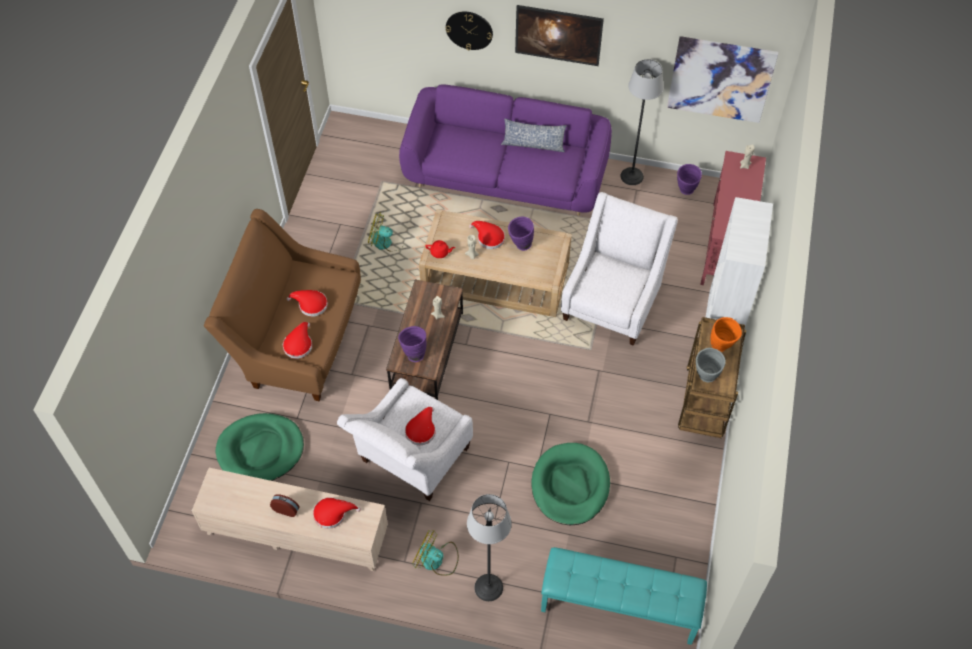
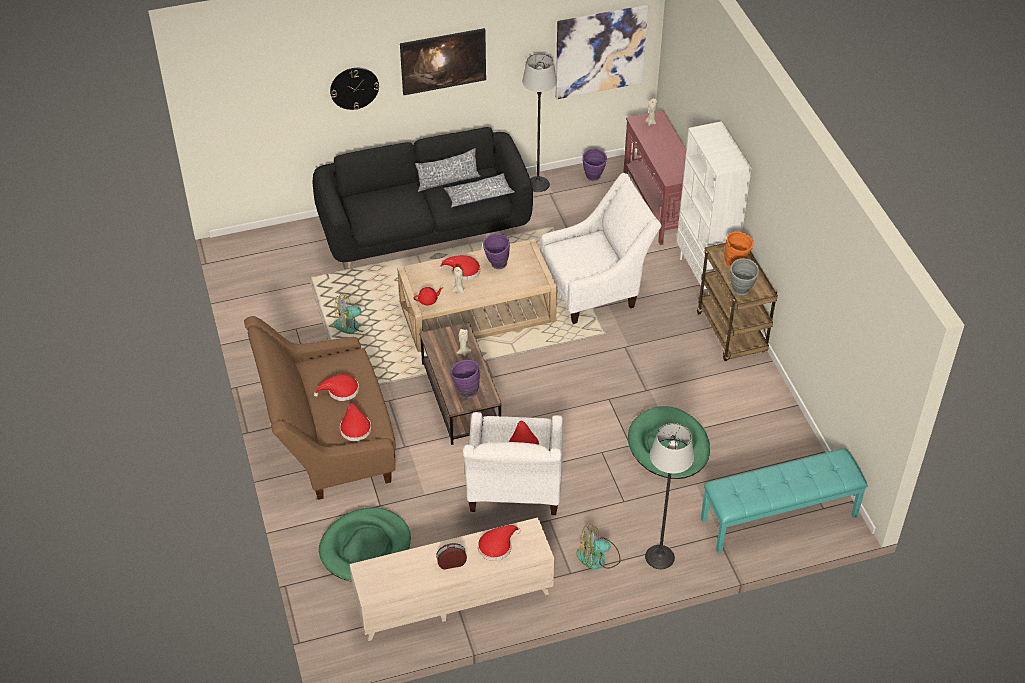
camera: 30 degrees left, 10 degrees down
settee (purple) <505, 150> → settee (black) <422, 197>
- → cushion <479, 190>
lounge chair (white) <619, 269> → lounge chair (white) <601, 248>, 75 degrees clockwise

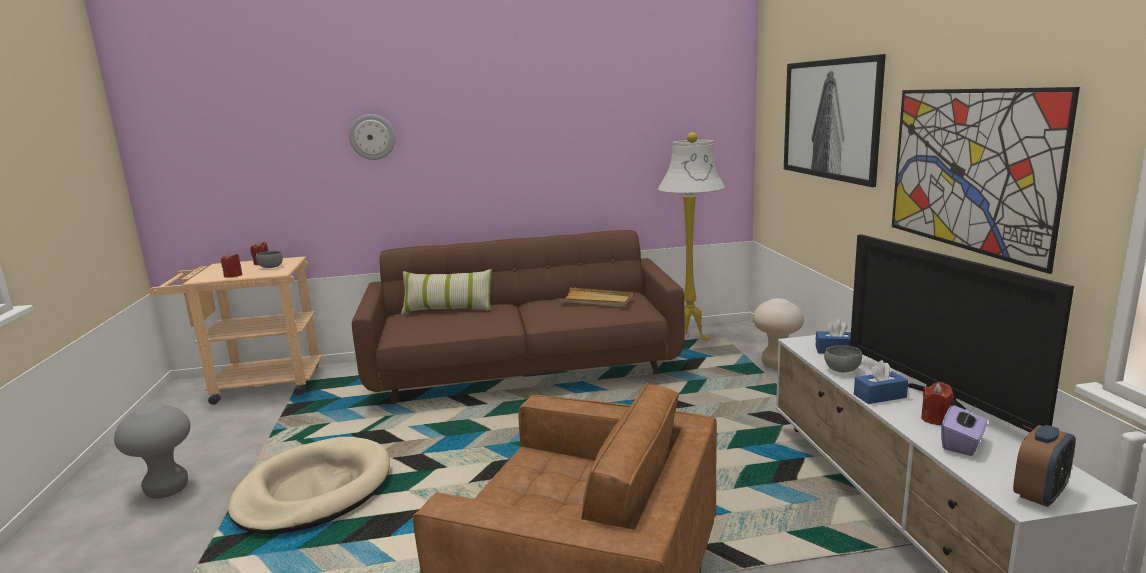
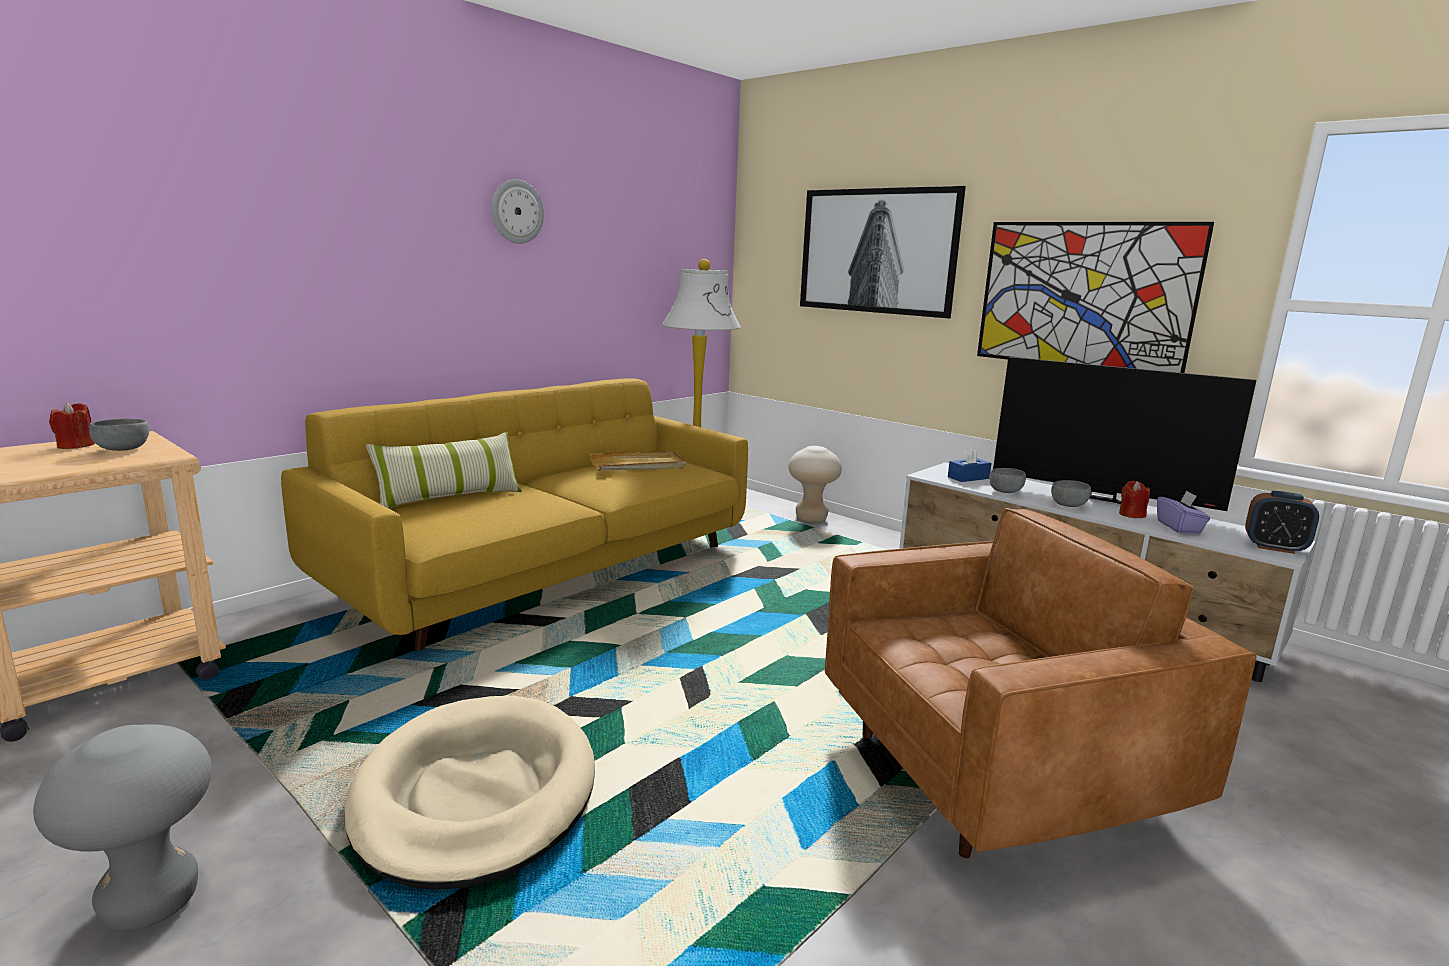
camera: 40 degrees left, 0 degrees up
settee (brown-coloured) <518, 317> → settee (yellow) <514, 514>
wall clock <372, 137> → wall clock <517, 211>, relocated
tissue holder (blue) <881, 382> → bowl (grey) <1071, 493>
bedside clock <1044, 466> → bedside clock <1282, 522>, 105 degrees clockwise
candle (red-coloured) <231, 265> → -

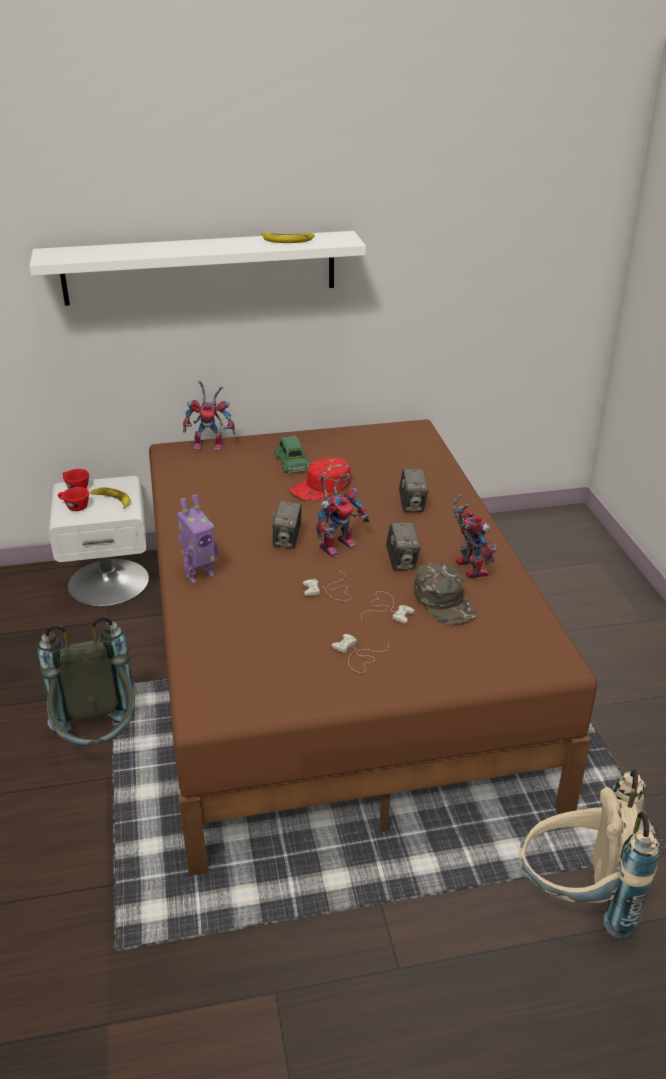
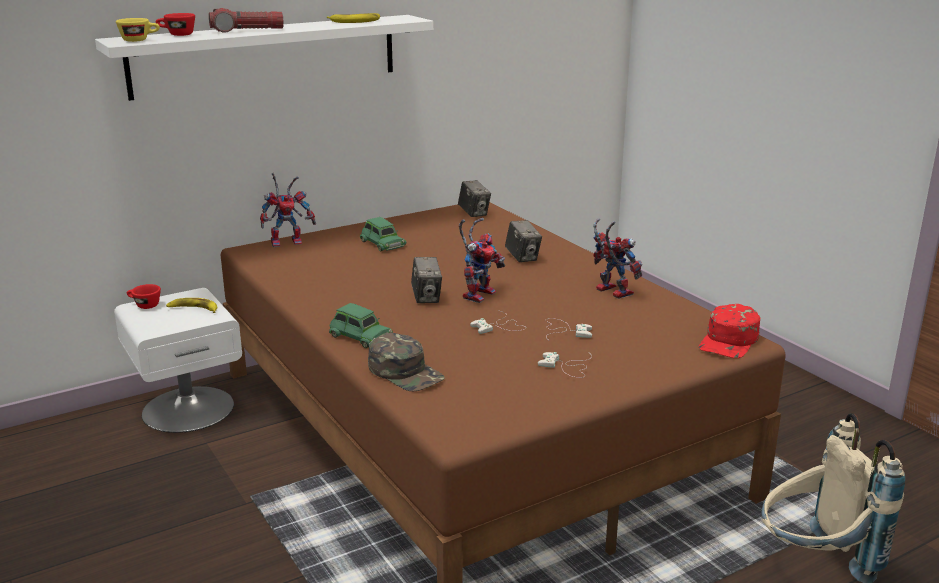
camera: 20 degrees left, 10 degrees down
- → small cup (yellow) <138, 30>
small cup (red-coloured) <73, 499> → small cup (red-coloured) <175, 24>, relocated
- → torch <246, 20>
robot figure <197, 539> → toy car (green) <361, 325>
cap (green) <445, 593> → cap (green) <406, 362>, relocated
still camera <403, 546> → still camera <474, 198>, relocated
cap (red-coloured) <320, 479> → cap (red-coloured) <729, 331>, relocated
rucksack (grey) <86, 681> → -

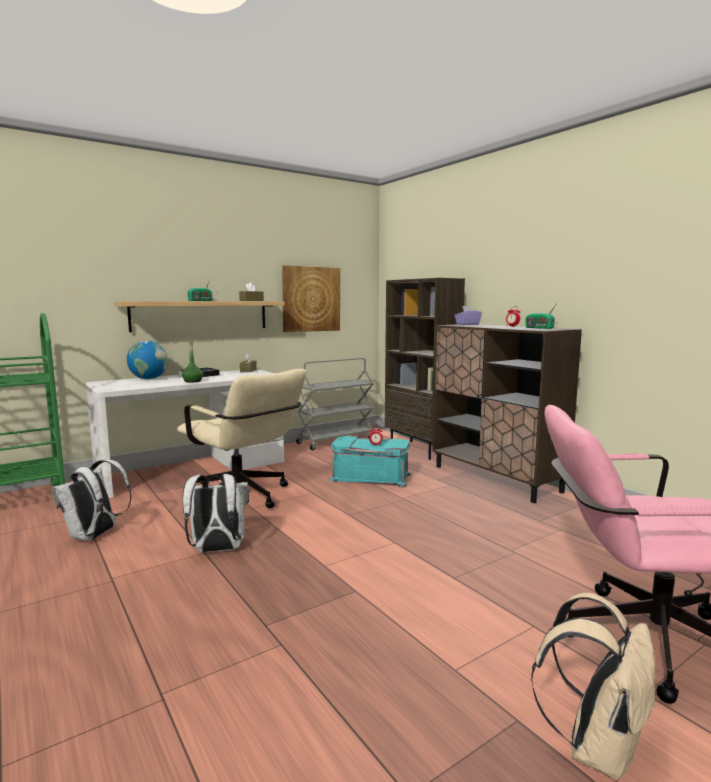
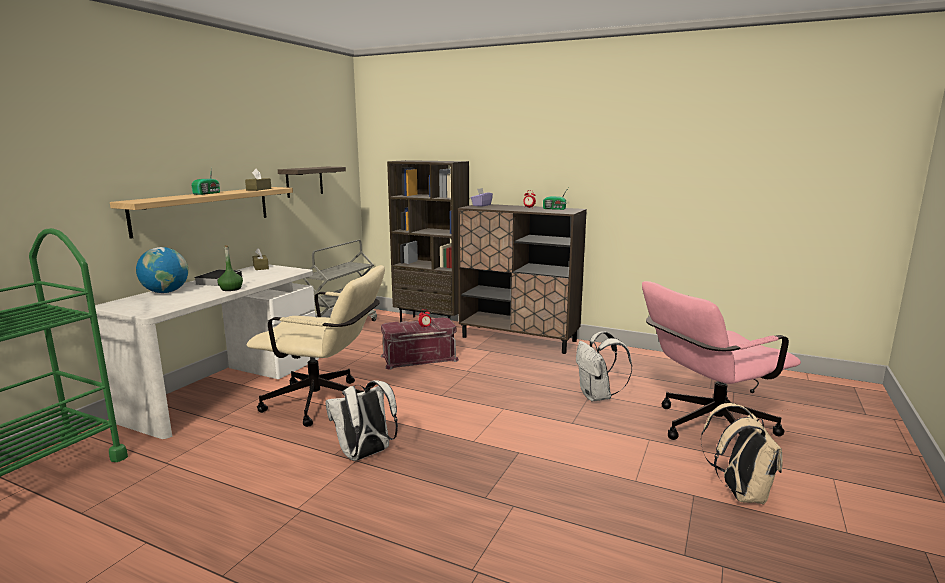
camera: 30 degrees left, 5 degrees up
picture <311, 298> → bracket shelf <312, 182>
storage container (turquoise-coloured) <370, 462> → storage container (red-coloured) <420, 343>
rucksack (white) <92, 500> → rucksack (white) <604, 366>, relocated

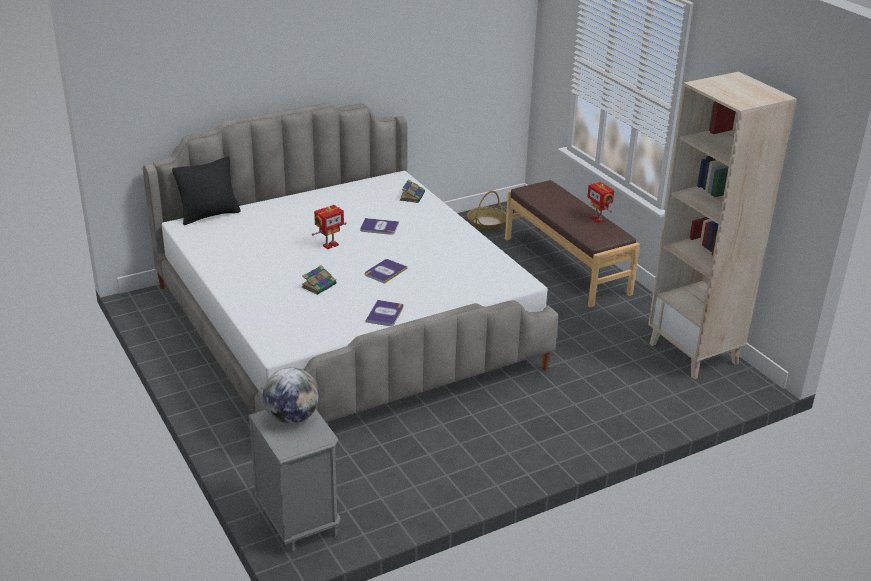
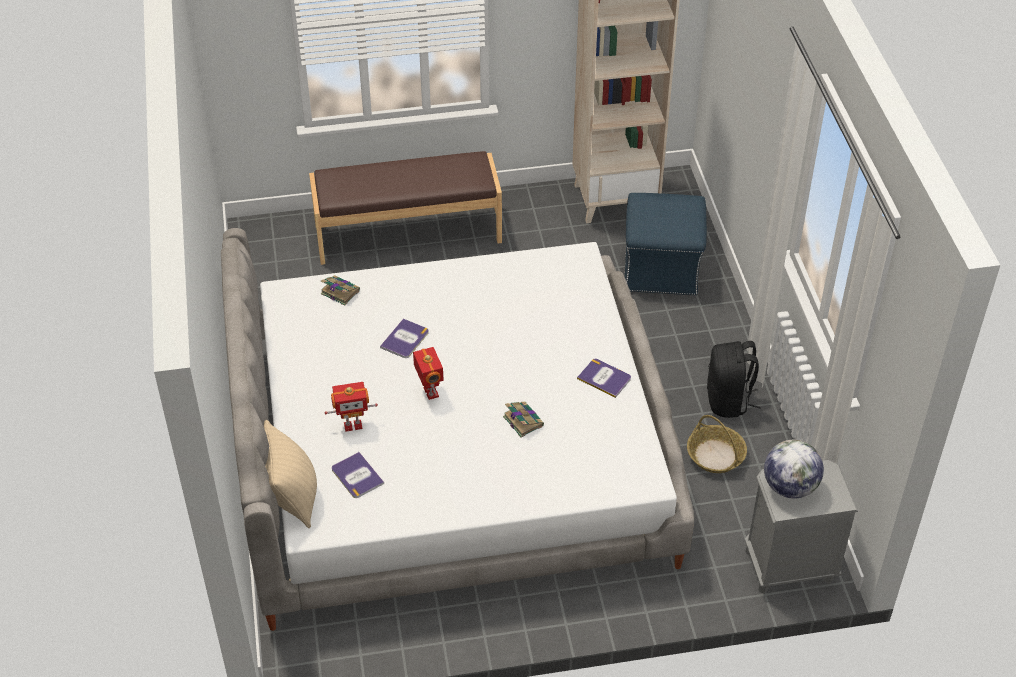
camera: 70 degrees left, 15 degrees up
cushion (black) <206, 190> → cushion (beige) <290, 474>
robot figure <600, 202> → robot figure <351, 407>, relocated
volume <386, 271> → volume <358, 475>, relocated
- → pouffe (blue) <665, 244>
basket <486, 211> → basket <717, 444>, relocated
- → rucksack (black) <734, 379>

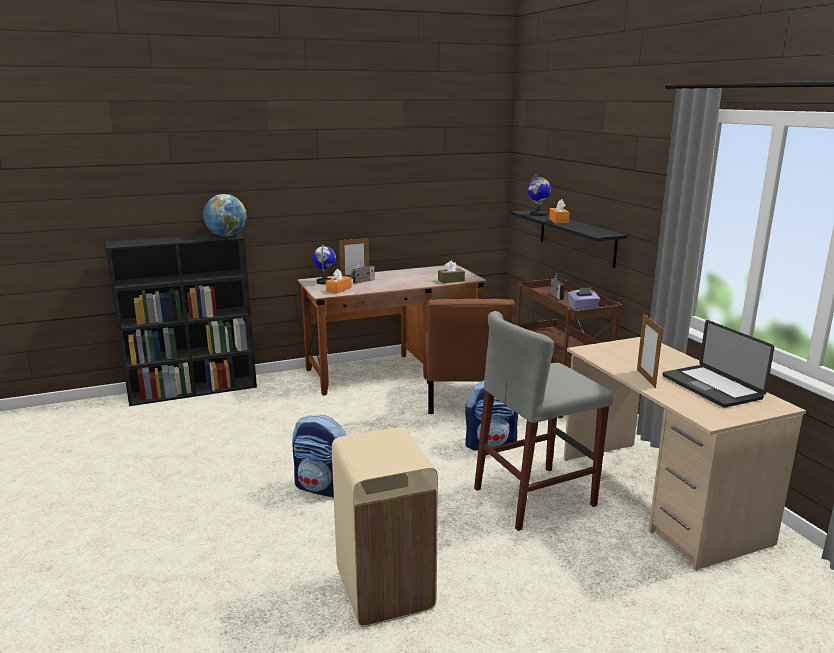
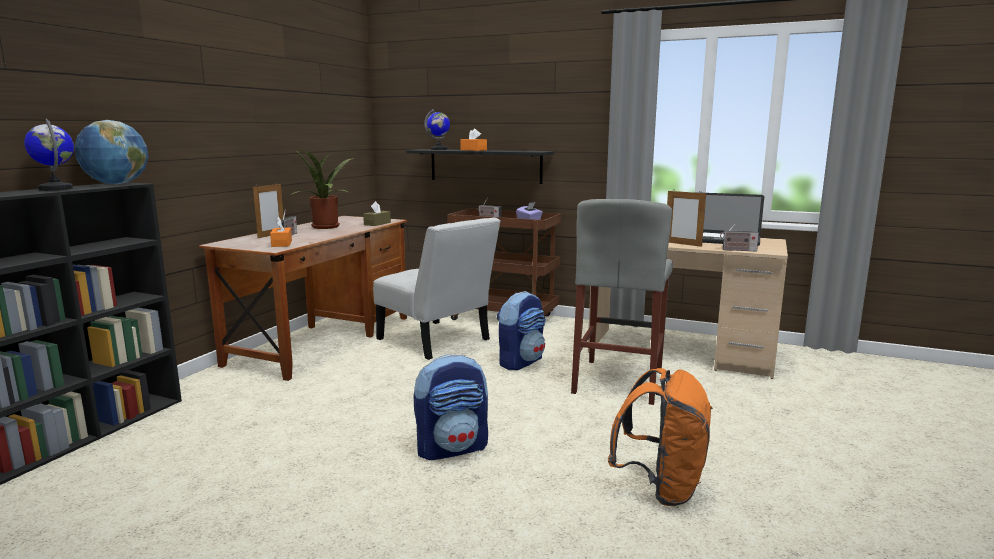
camera: 45 degrees left, 5 degrees down
world globe <324, 264> → world globe <49, 155>, relocated
- → houseplant <323, 189>
chair (brown-coloured) <470, 356> → chair (white) <436, 288>
waste bin (beige) <385, 527> → rucksack (orange) <660, 437>
- → radio receiver <739, 236>

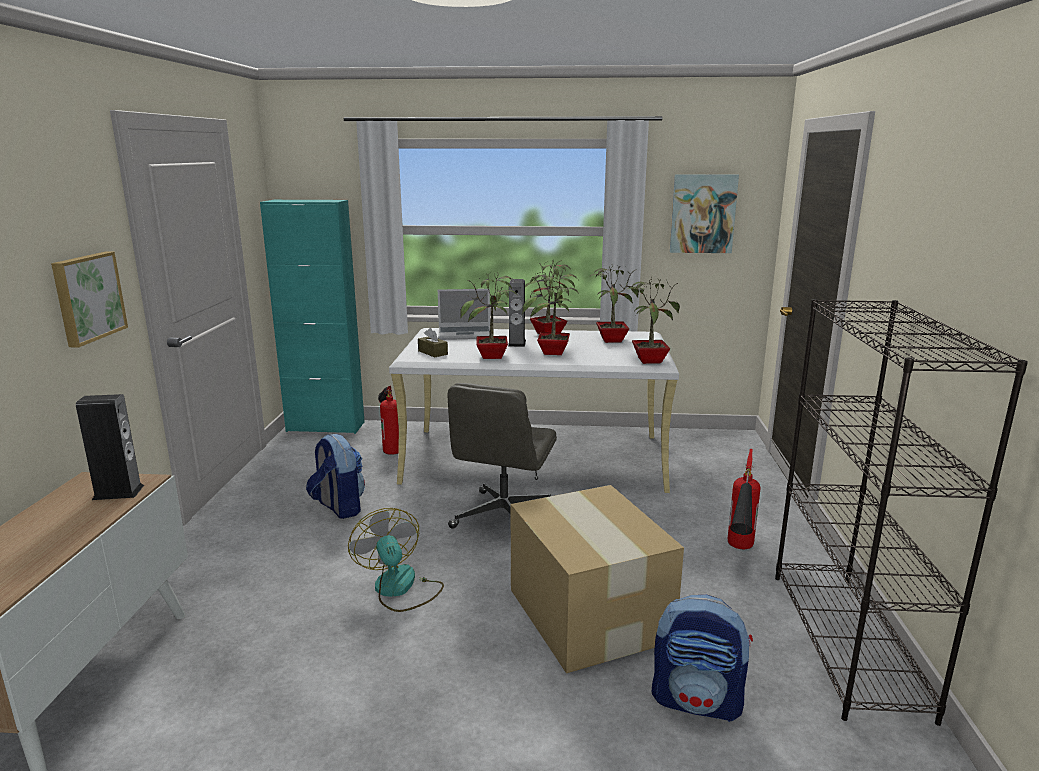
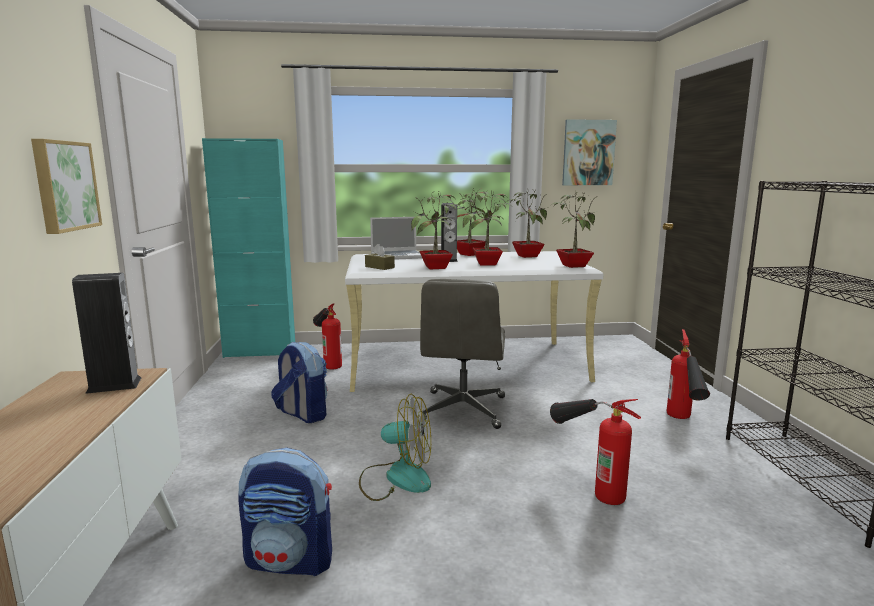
camera: 10 degrees left, 5 degrees down
rucksack <702, 658> → rucksack <285, 512>, relocated
fan <396, 560> → fan <395, 447>, 135 degrees clockwise
cardboard box <597, 579> → fire extinguisher <595, 452>

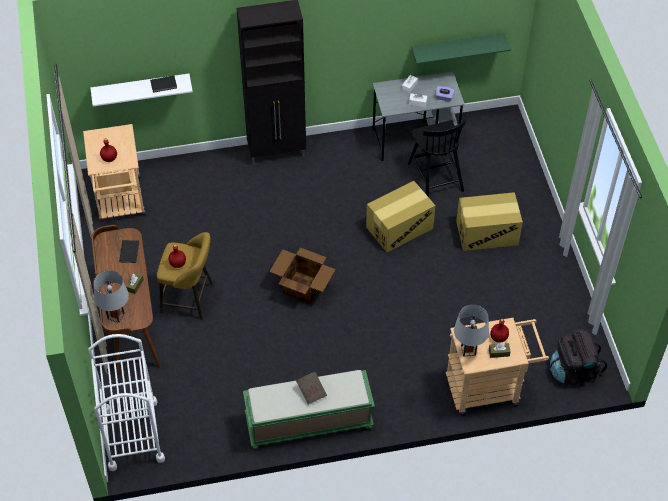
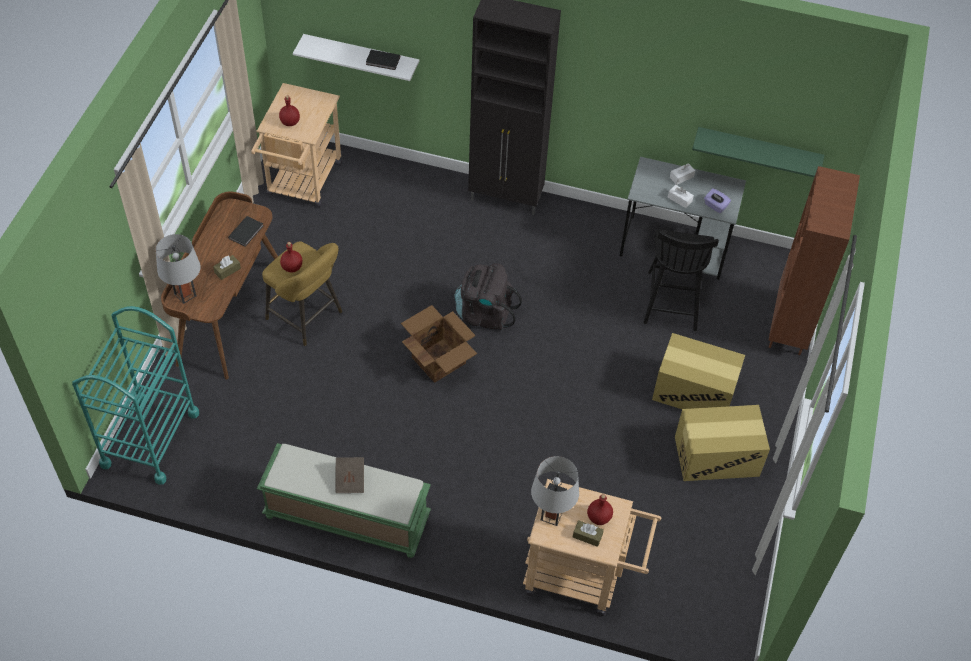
camera: 25 degrees right, 0 degrees up
wheeled cart (white) <126, 402> → wheeled cart (turquoise-coloured) <135, 395>
rucksack (black) <578, 357> → rucksack (black) <488, 296>, relocated
cardboard box <400, 216> → cardboard box <722, 443>, relocated
- → bookcase (brown-coloured) <814, 260>

